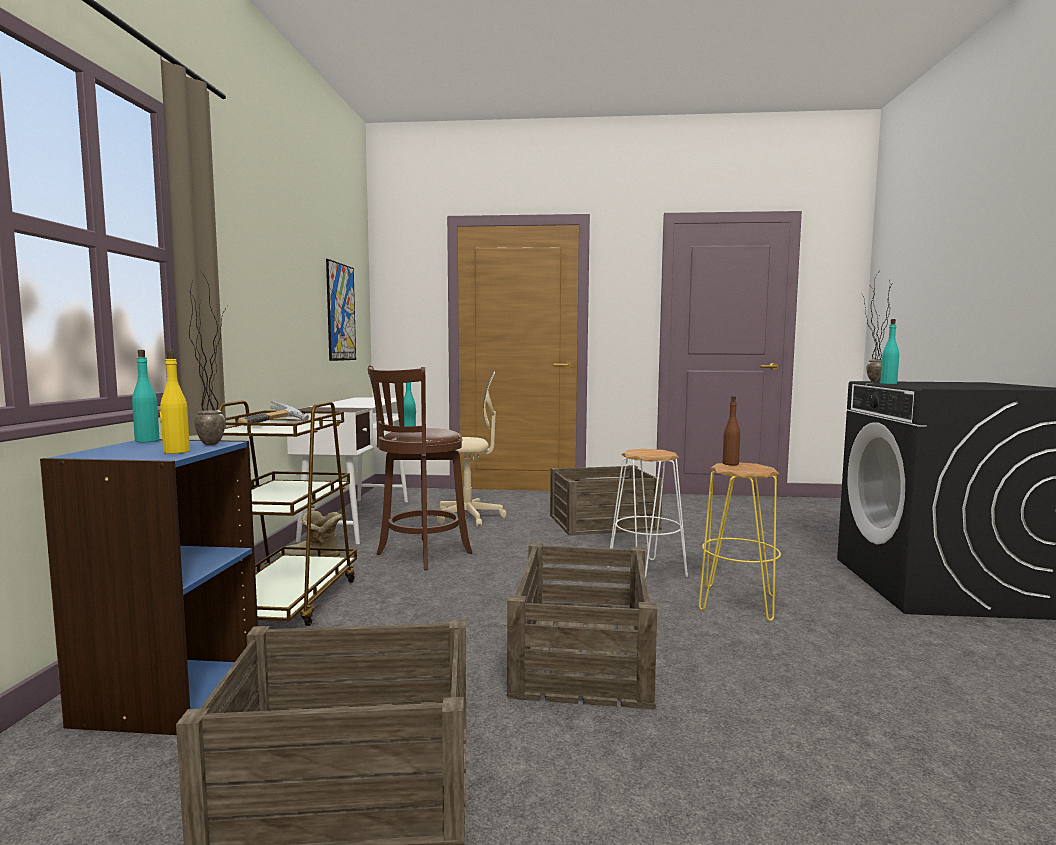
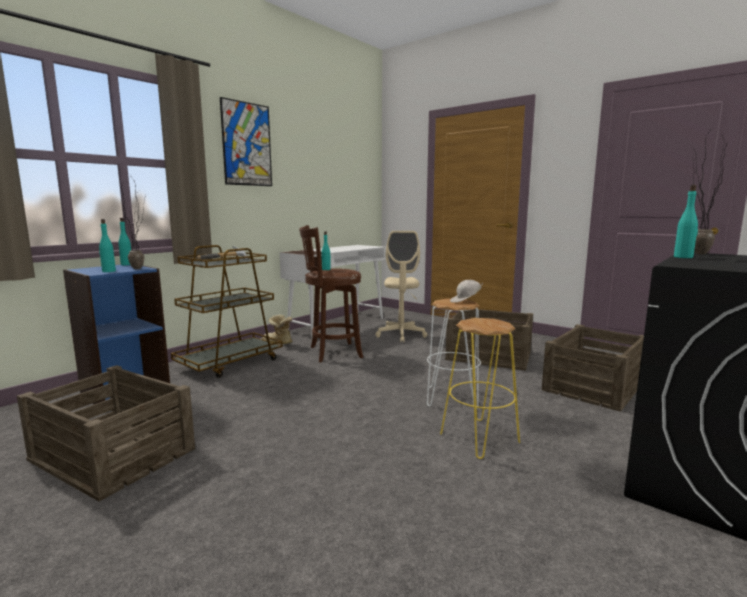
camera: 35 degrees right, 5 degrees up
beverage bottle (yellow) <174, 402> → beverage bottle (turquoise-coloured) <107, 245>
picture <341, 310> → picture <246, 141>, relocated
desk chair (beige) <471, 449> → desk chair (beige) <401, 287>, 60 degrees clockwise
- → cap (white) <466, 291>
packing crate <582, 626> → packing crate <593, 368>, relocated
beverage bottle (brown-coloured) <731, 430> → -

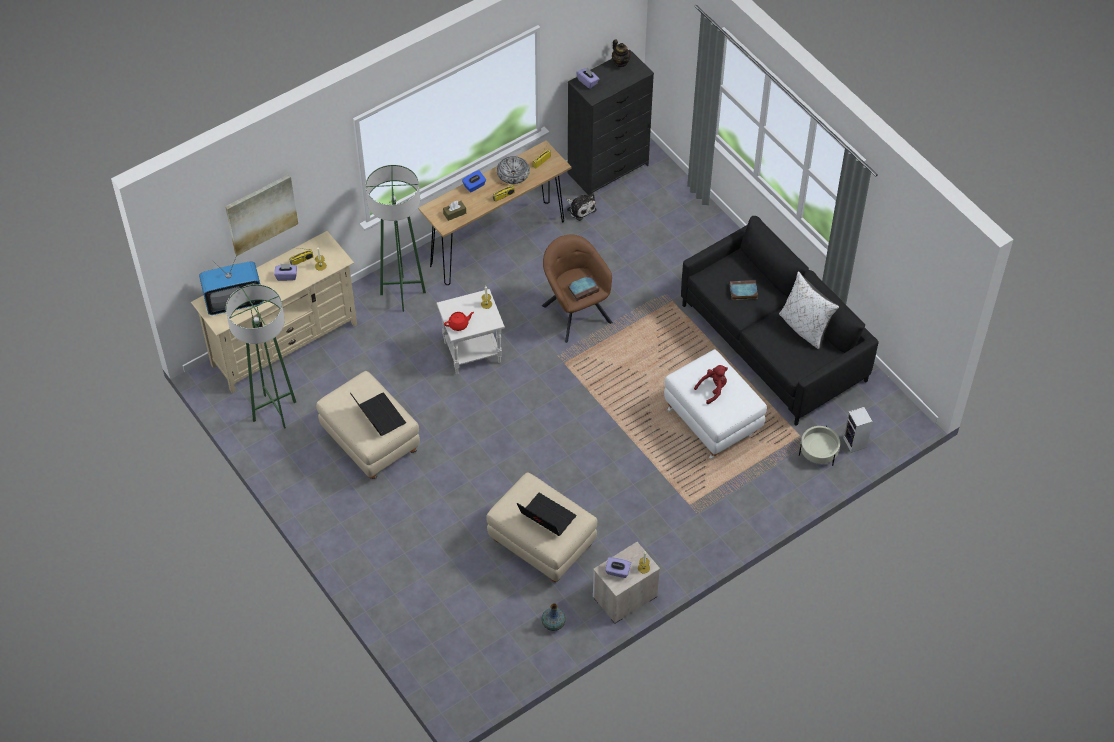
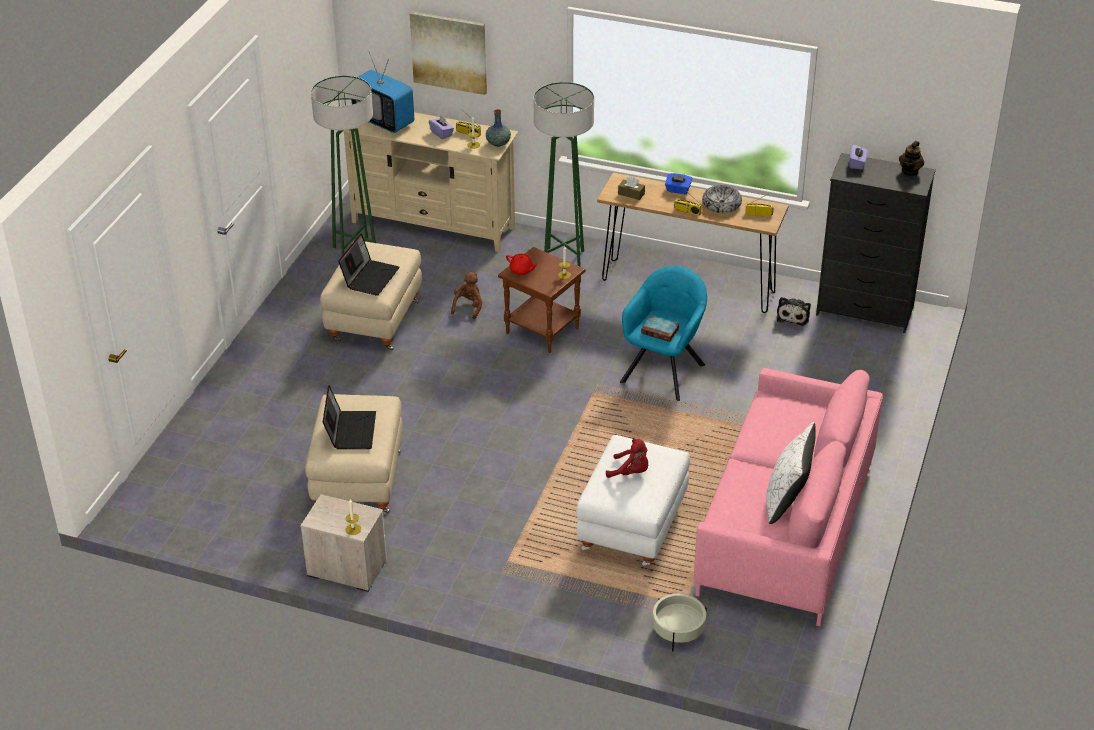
camera: 55 degrees right, 15 degrees down
- → soft toy (brown-coloured) <467, 295>
decorative vase <553, 617> → decorative vase <498, 128>, relocated
side table (white) <471, 331> → side table (brown-coloured) <542, 300>
lounge chair (brown-coloured) <577, 289> → lounge chair (turquoise-coloured) <663, 333>
settee (black) <780, 321> → settee (pink-coloured) <788, 497>
tissue holder (purple) <618, 567> → -
volume <744, 290> → -
speaker <858, 430> → -

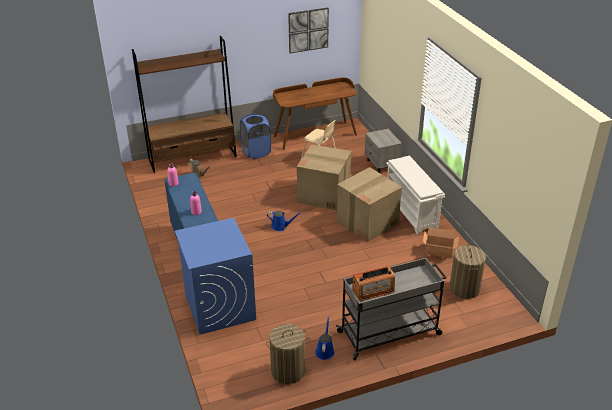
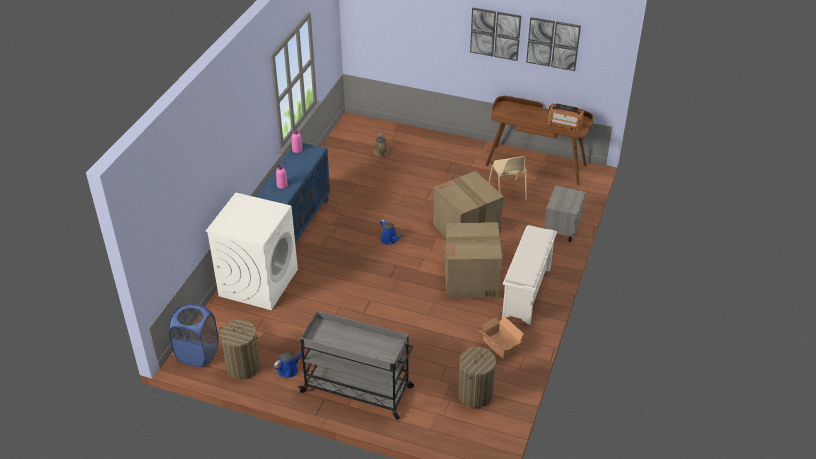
camera: 40 degrees right, 5 degrees up
hamper (blue) <255, 136> → hamper (blue) <193, 335>, relocated
washing machine (blue) <215, 276> → washing machine (white) <252, 251>
- → picture <495, 34>
radio receiver <373, 283> → radio receiver <566, 117>, relocated
bookcase (brown-coloured) <184, 104> → -

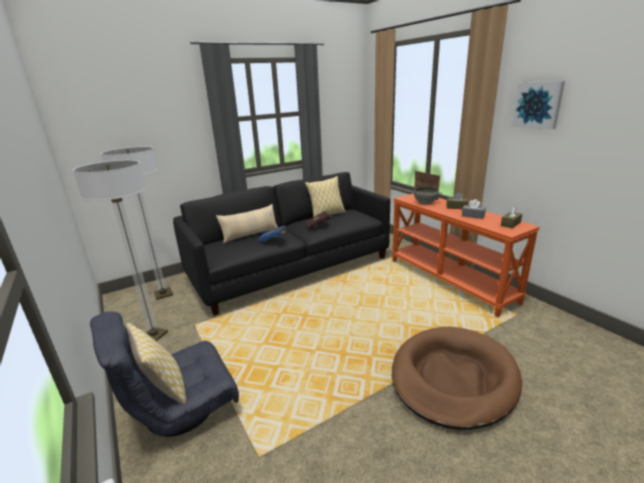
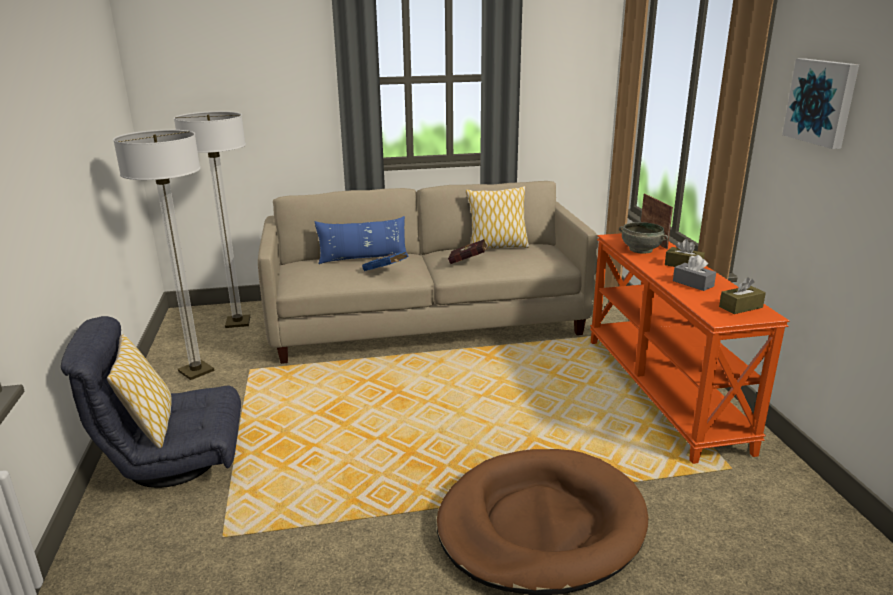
camera: 20 degrees right, 0 degrees up
settee (black) <281, 244> → settee (beige) <428, 272>
cushion (beige) <247, 224> → cushion (blue) <362, 240>

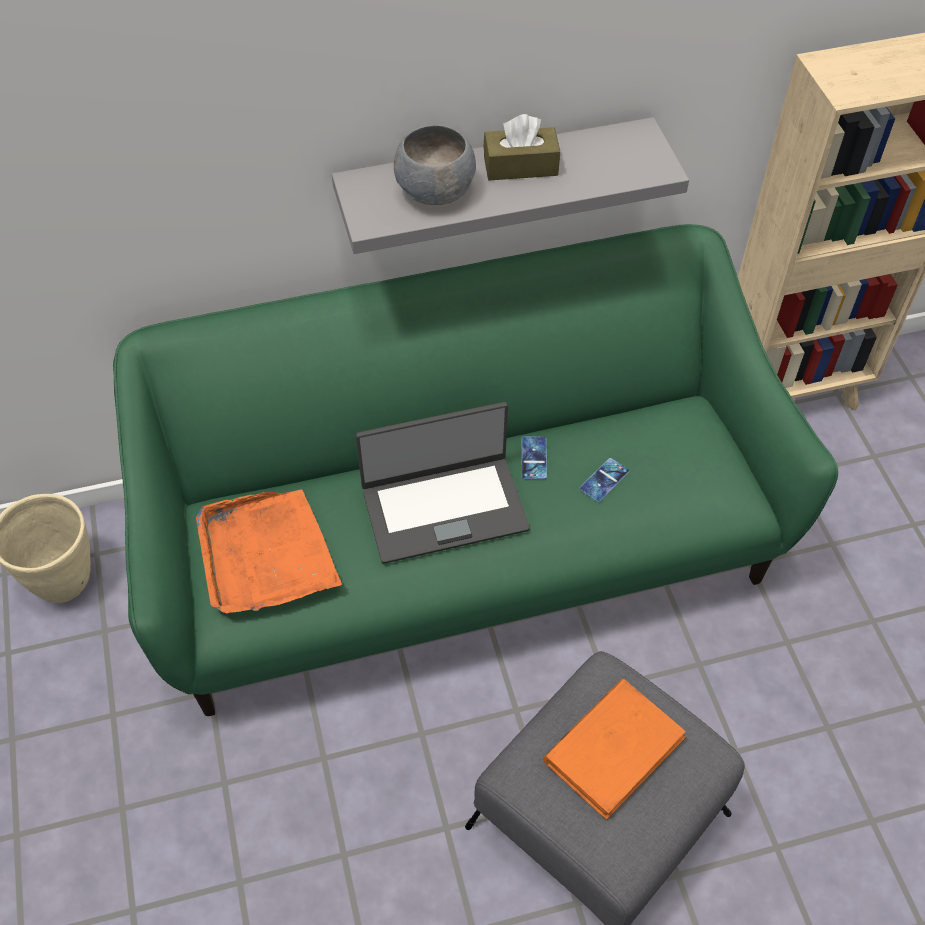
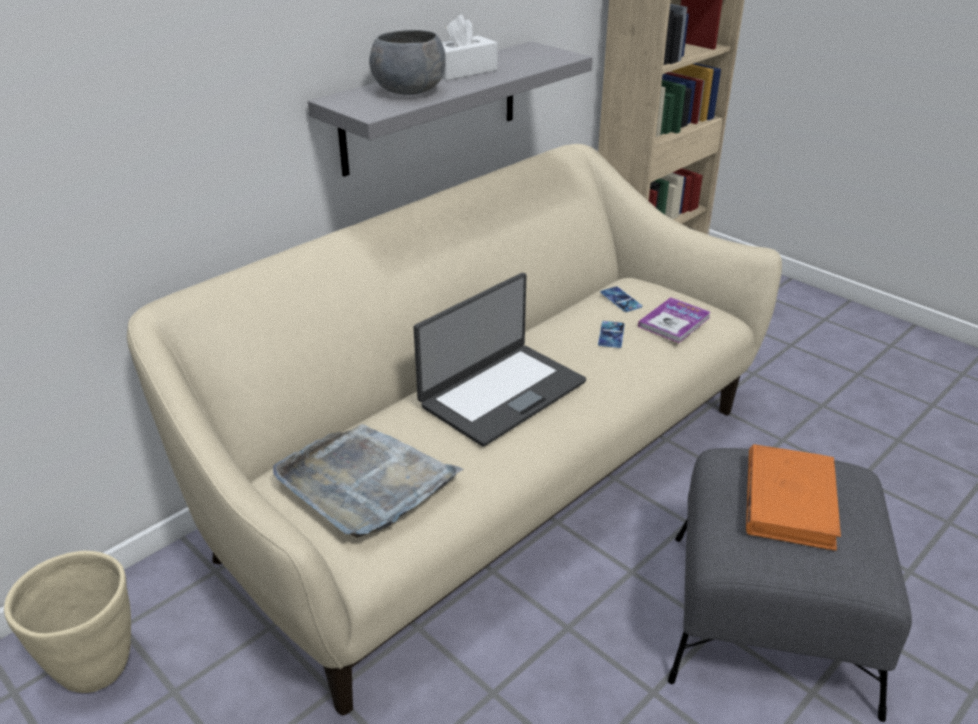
camera: 30 degrees left, 20 degrees down
settee (green) <475, 470> → settee (beige) <454, 429>
serving tray (orange) <269, 551> → serving tray (grey) <368, 481>
tissue holder (brown-coloured) <522, 147> → tissue holder (white) <470, 48>
phone <534, 457> → phone <621, 299>, relocated
- → volume <674, 320>

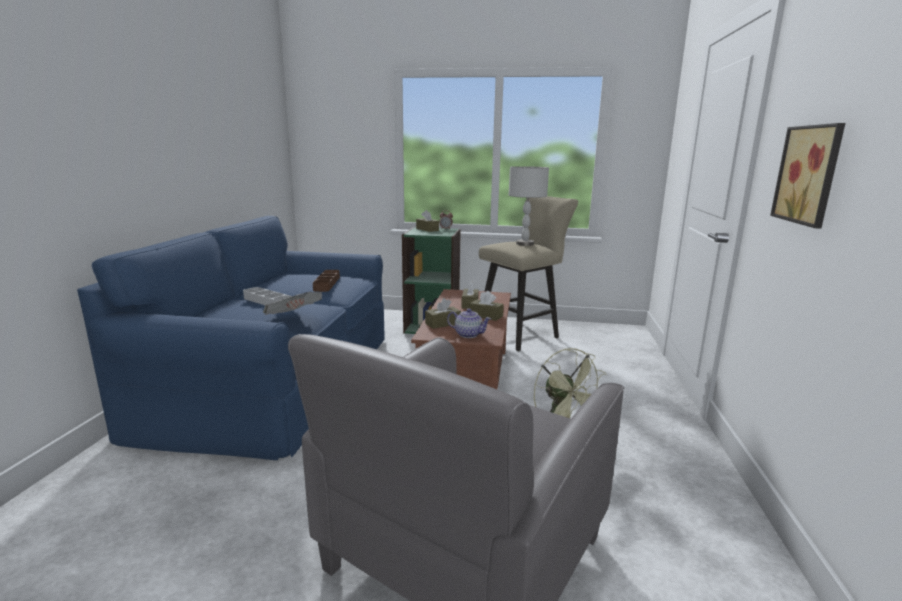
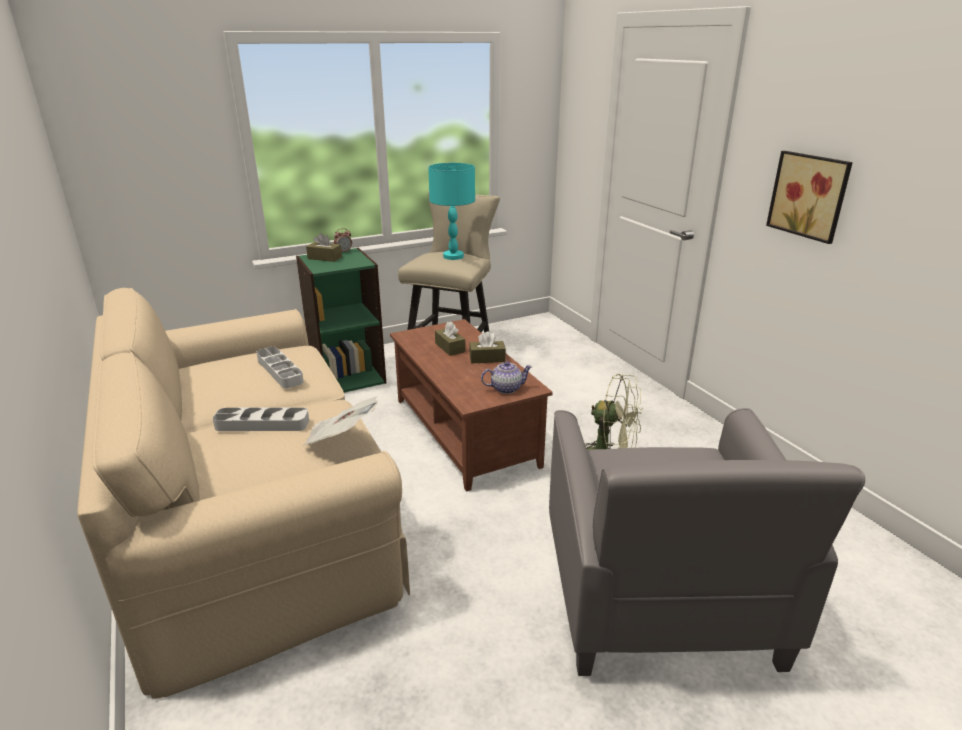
camera: 35 degrees left, 10 degrees up
settee (blue) <231, 338> → settee (beige) <243, 493>
serving tray (brown-coloured) <326, 281> → serving tray (grey) <280, 367>
lamp for a table (grey) <529, 206> → lamp for a table (turquoise-coloured) <451, 211>
tissue holder (brown-coloured) <443, 313> → -

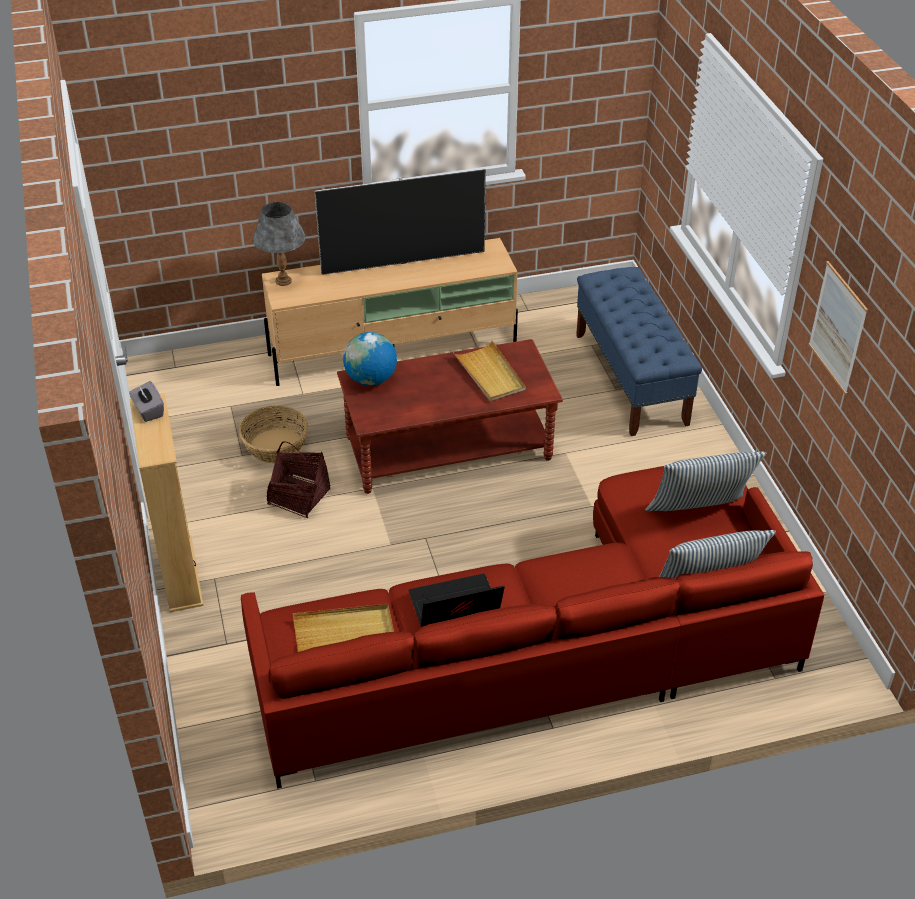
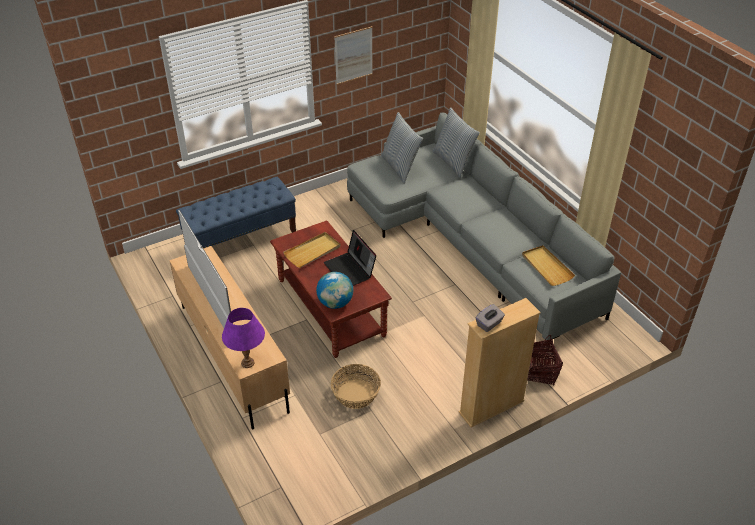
camera: 105 degrees left, 0 degrees up
lamp for a table (grey) <279, 244> → lamp for a table (purple) <243, 338>
laptop <457, 600> → laptop <350, 258>, relocated
settee (red-coloured) <532, 627> → settee (grey) <484, 228>
basket <298, 479> → basket <545, 360>, relocated

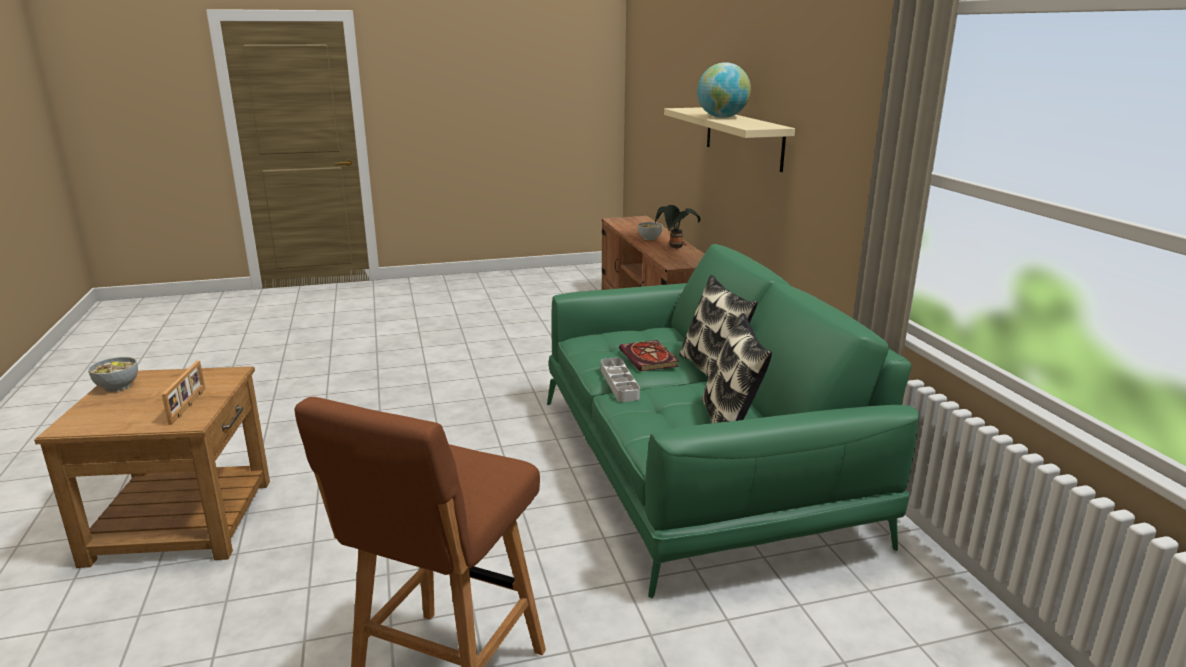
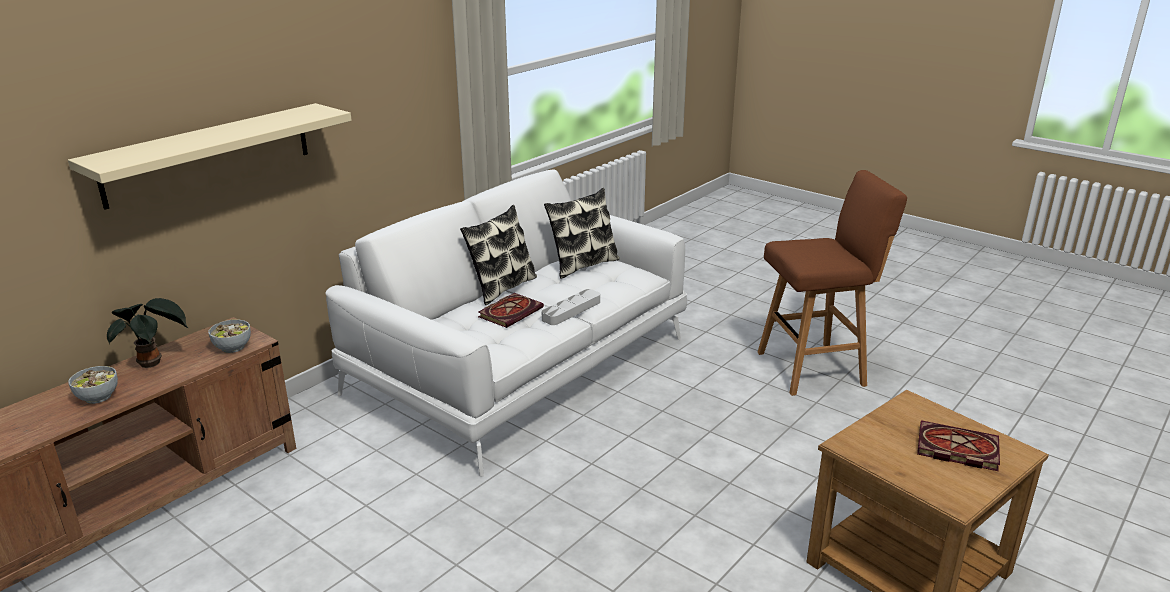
camera: 125 degrees left, 5 degrees up
bowl <113, 374> → bowl <229, 336>, relocated
settee (green) <733, 421> → settee (white) <506, 323>
- → volume <958, 445>
picture frame <183, 393> → -
world globe <724, 90> → -

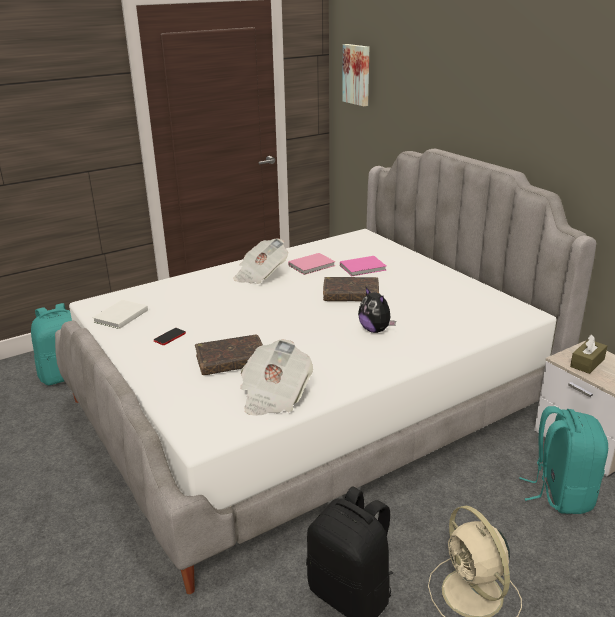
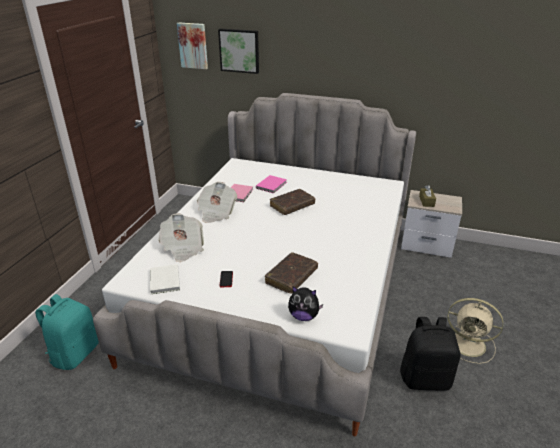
camera: 40 degrees left, 5 degrees up
daily paper <276, 377> → daily paper <181, 237>, relocated
- → picture <238, 51>
soft toy <377, 310> → soft toy <305, 303>, relocated
rucksack (turquoise-coloured) <563, 460> → -

